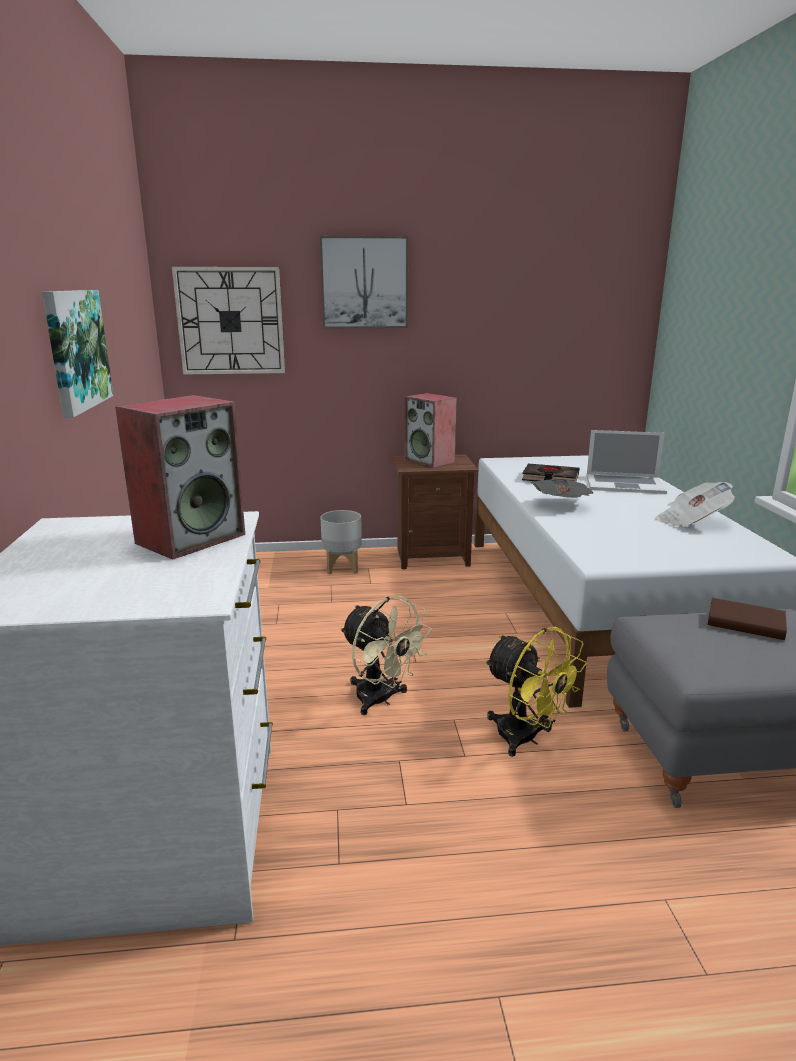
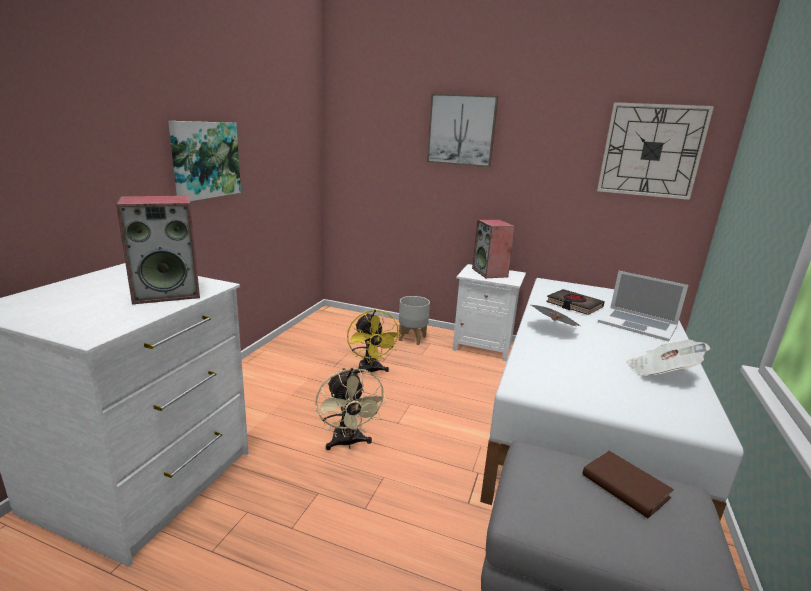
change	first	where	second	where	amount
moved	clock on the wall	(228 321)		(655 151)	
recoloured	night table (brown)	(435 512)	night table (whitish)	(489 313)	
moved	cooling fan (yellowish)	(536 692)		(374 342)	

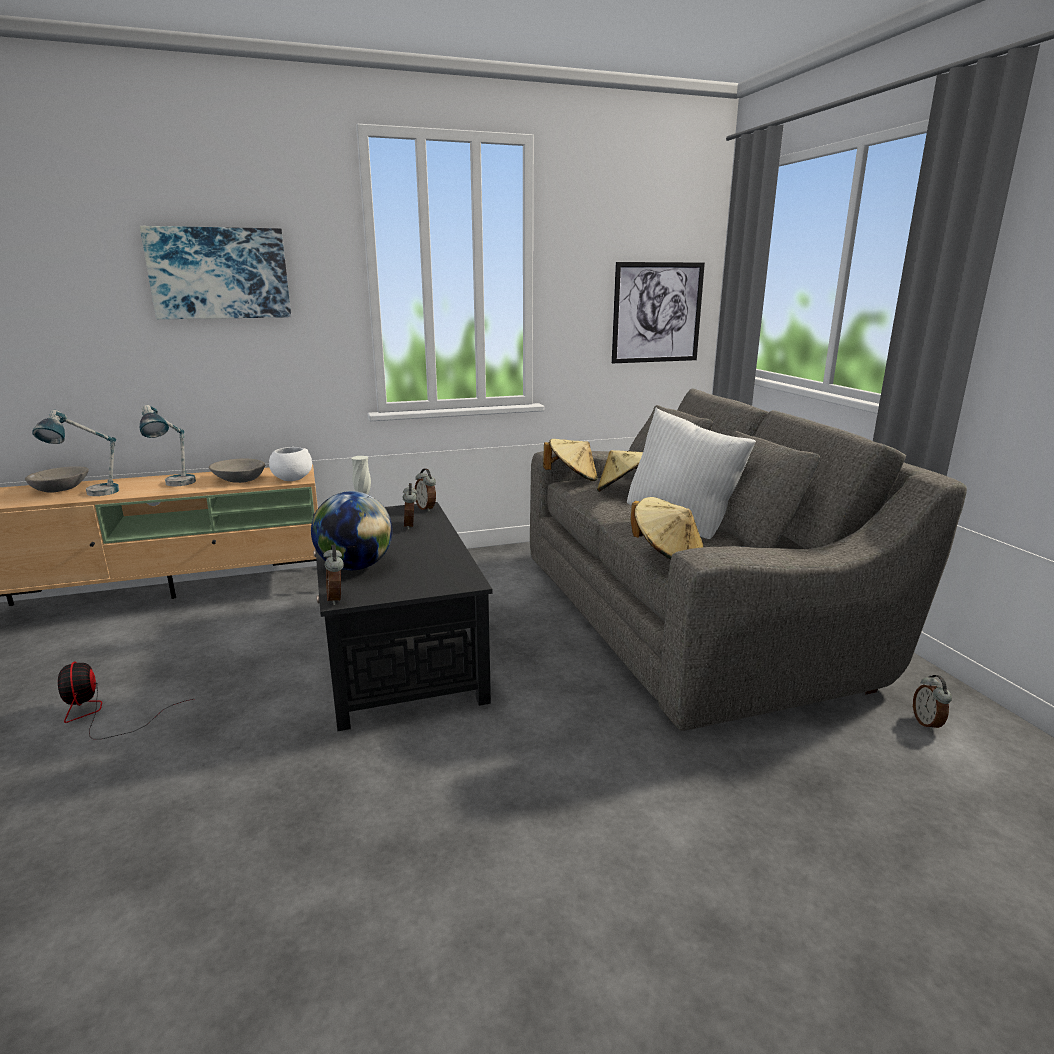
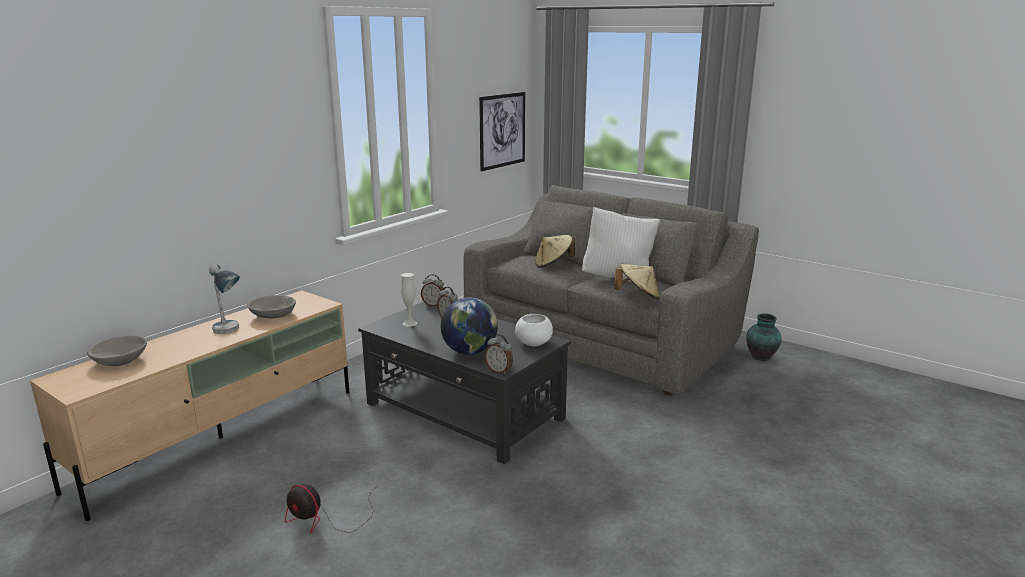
change	first	where	second	where	amount
removed	table lamp	(75 453)			
removed	wall art	(215 272)			
moved	serving bowl (whitish)	(290 464)		(534 330)	
removed	clothing hat (beige-coloured)	(570 460)			
replaced	alarm clock	(932 703)	decorative vase	(764 337)	

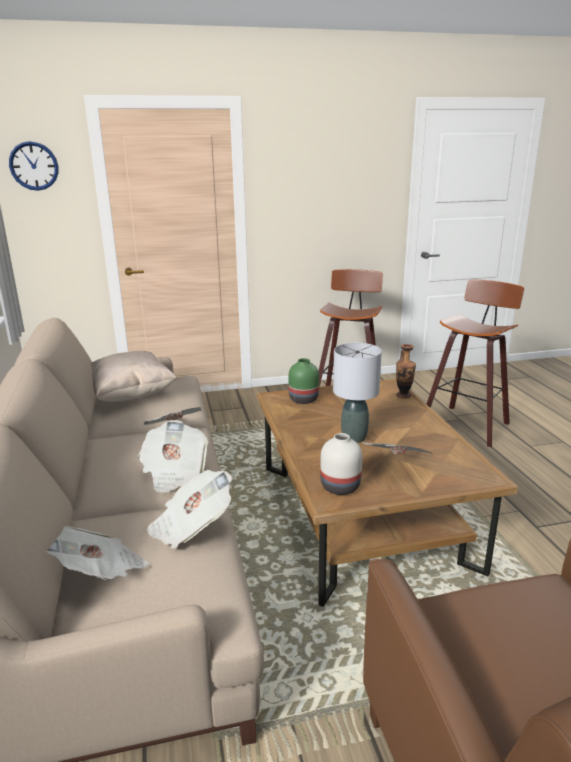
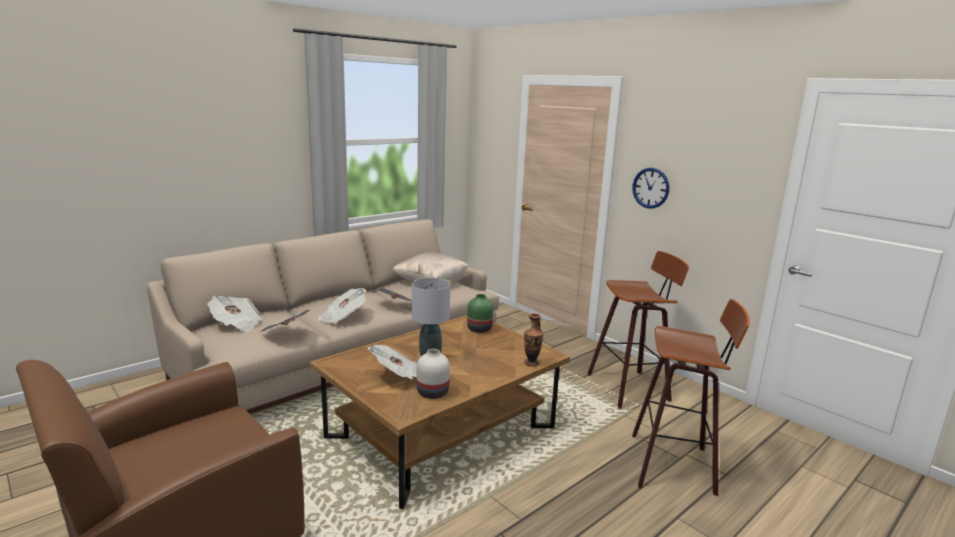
change	first	where	second	where	amount
moved	clock on the wall	(33 166)		(650 188)	
moved	decorative vase (whitish)	(341 464)		(433 374)	

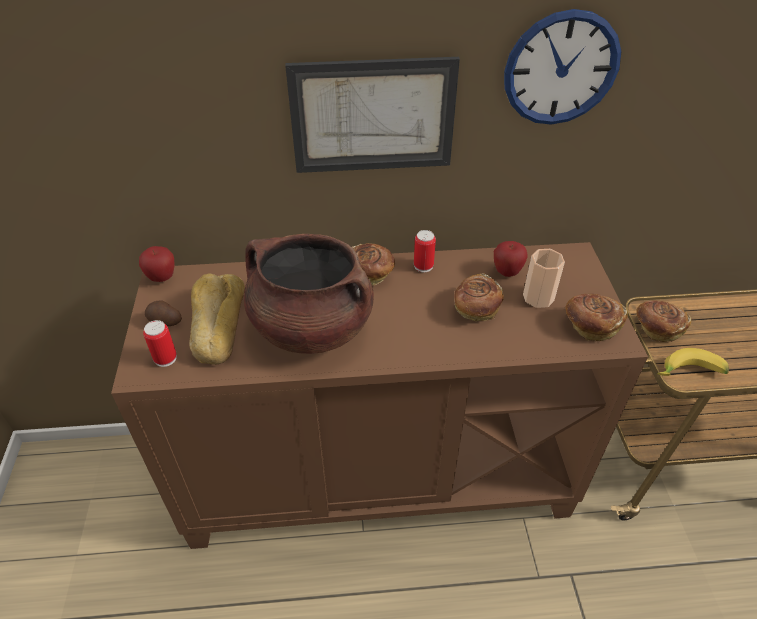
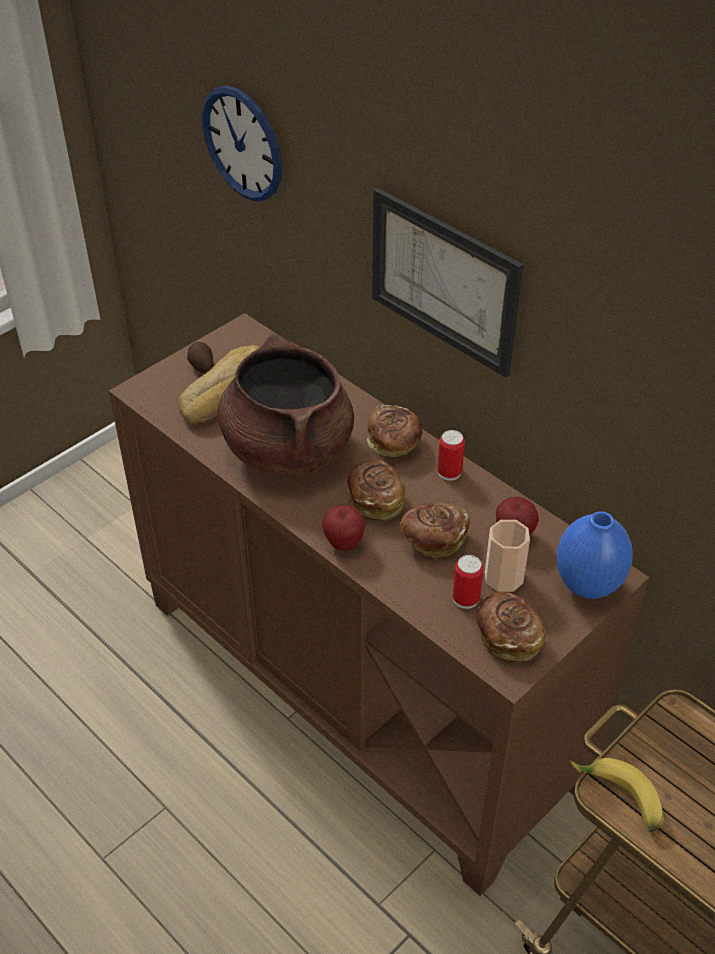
change	first	where	second	where	amount
moved	whole apple	(157 264)		(344 528)	
moved	sealed can	(160 343)		(468 582)	
moved	clock on the wall	(563 67)		(242 143)	
moved	bread	(663 321)		(376 490)	
added			decorative vase (blue)	(594 555)	

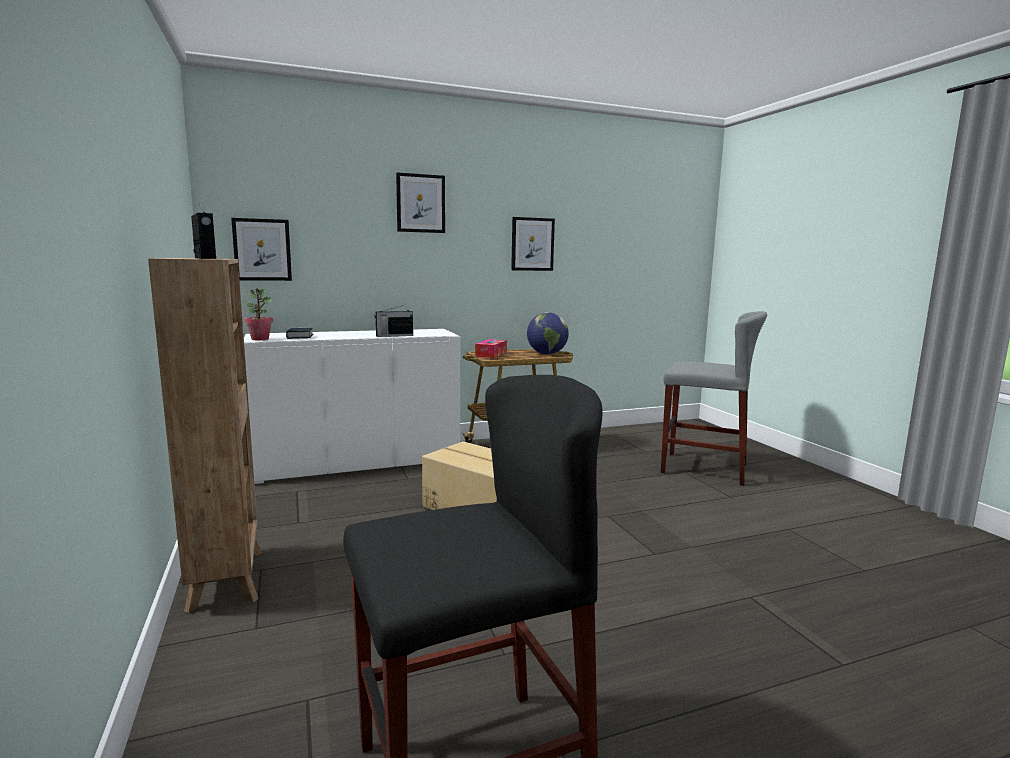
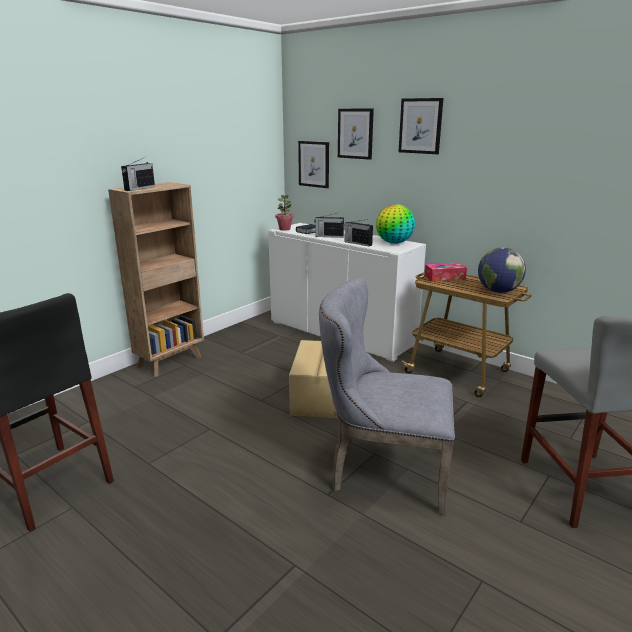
change	first	where	second	where	amount
moved	wall art	(533 244)		(356 134)	
added			radio set	(329 225)	
added			chair (greyish)	(387 396)	
added			desk globe	(395 224)	

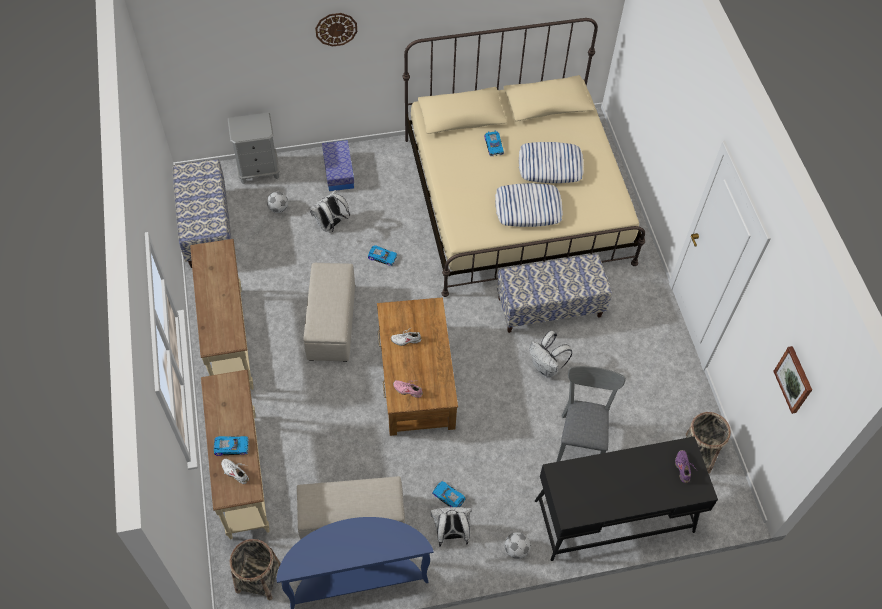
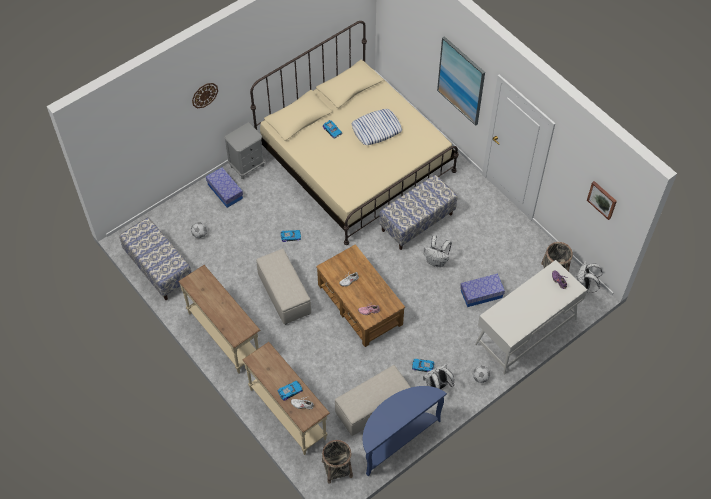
change	first	where	second	where	amount
moved	night table (greyish)	(254 148)		(244 150)	
moved	rucksack (whitish)	(330 211)		(589 277)	
removed	pillow	(529 205)			
recoloured	desk table (black-coloured)	(626 498)	desk table (whitish)	(531 317)	
replaced	chair (greyish)	(591 414)	storage container	(482 290)	
added			wall art	(461 81)	

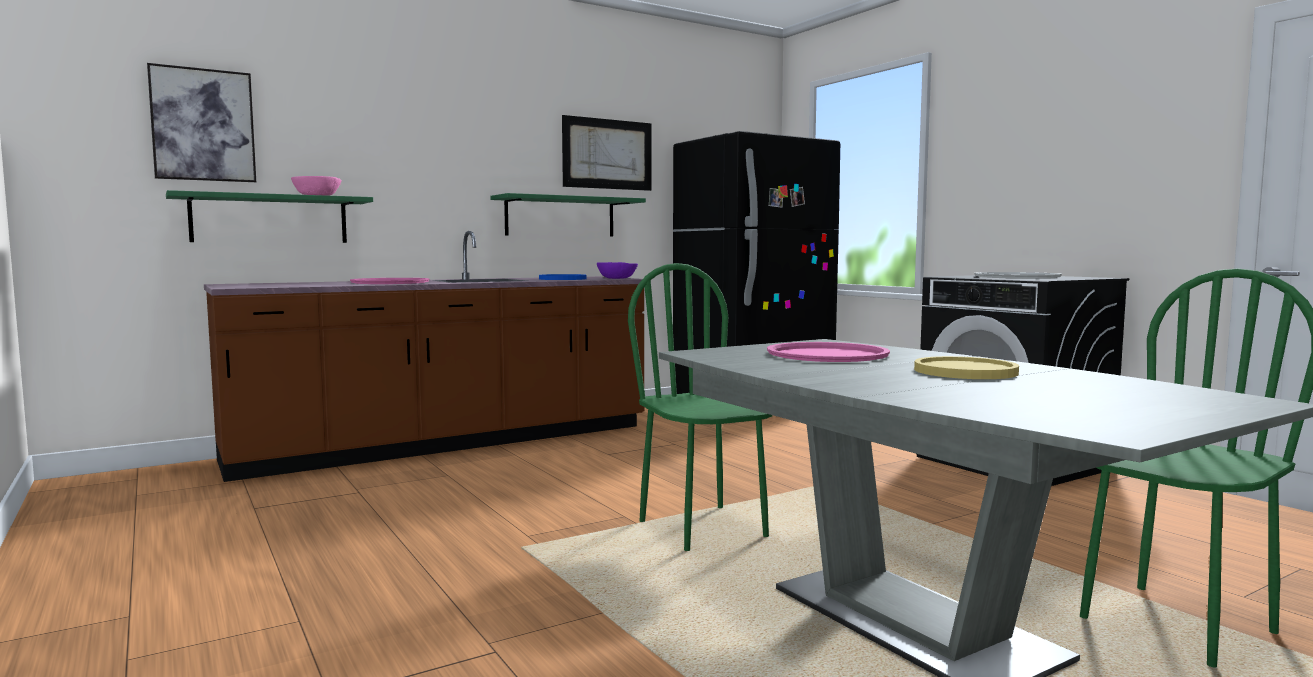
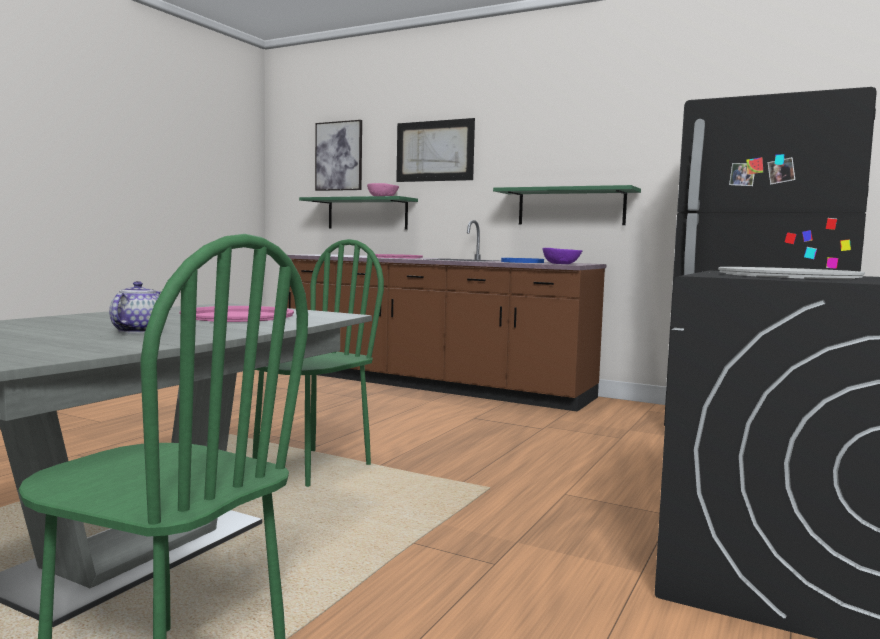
change	first	where	second	where	amount
moved	wall art	(607 153)		(435 150)	
replaced	plate (yellowish)	(966 367)	pot for tea	(135 307)	

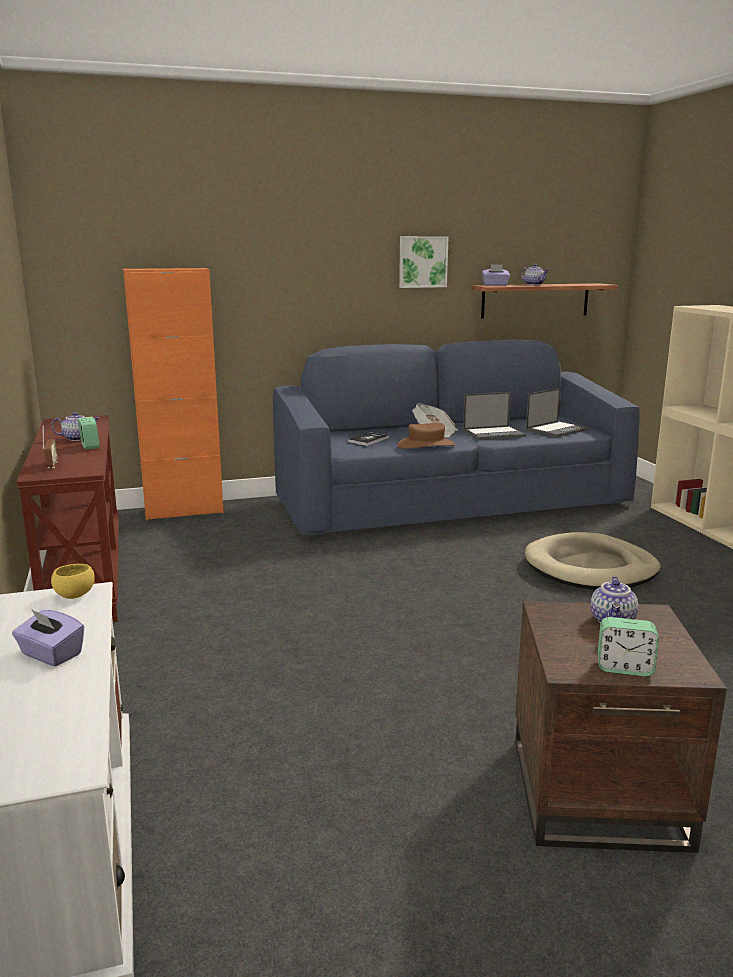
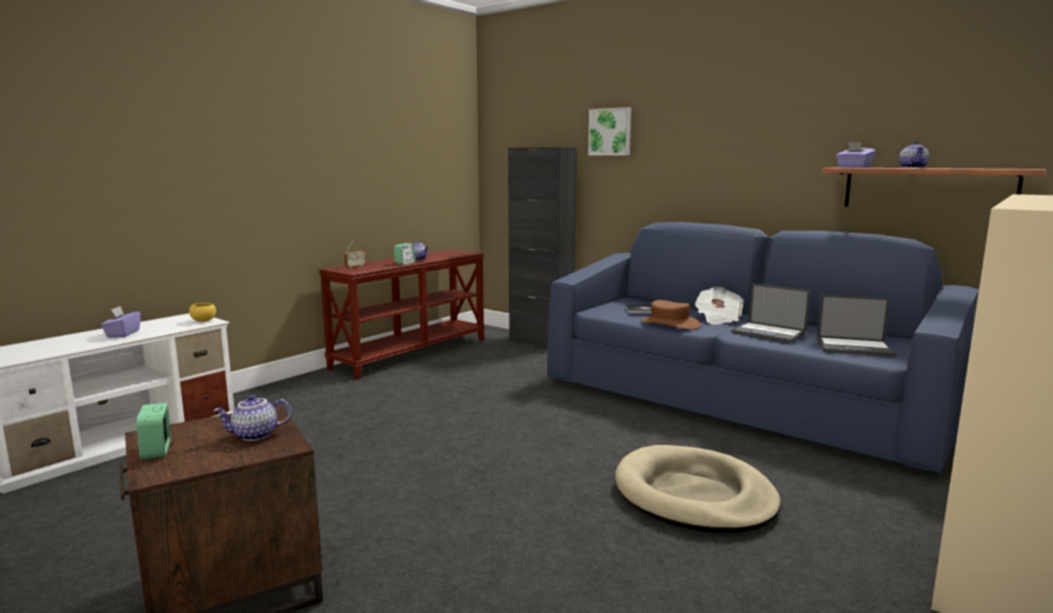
change	first	where	second	where	amount
recoloured	cabinet (orange-coloured)	(173 394)	cabinet (black-coloured)	(542 247)	
moved	wall art	(423 262)		(609 131)	

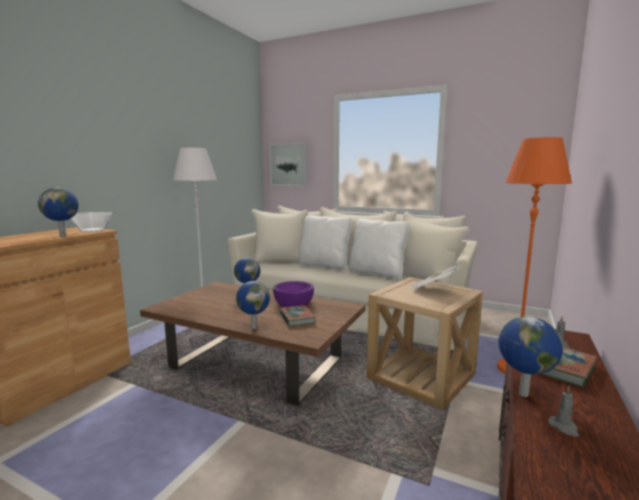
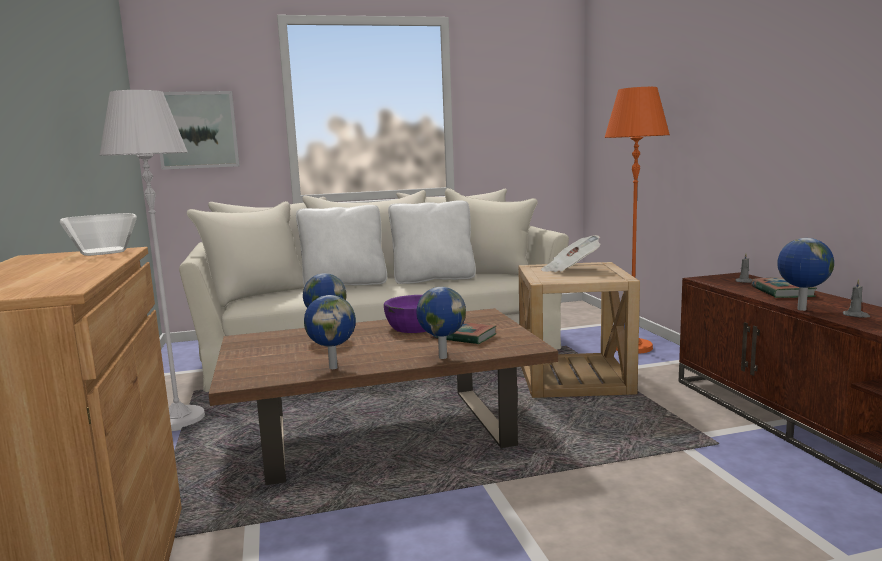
change	first	where	second	where	amount
moved	desk globe	(58 212)		(330 332)	

